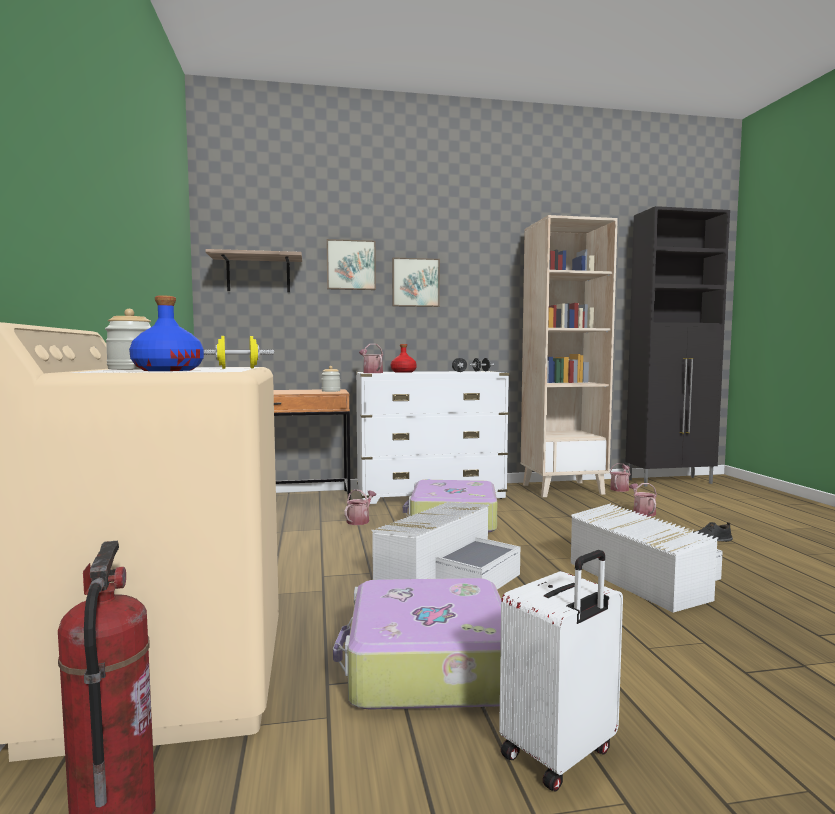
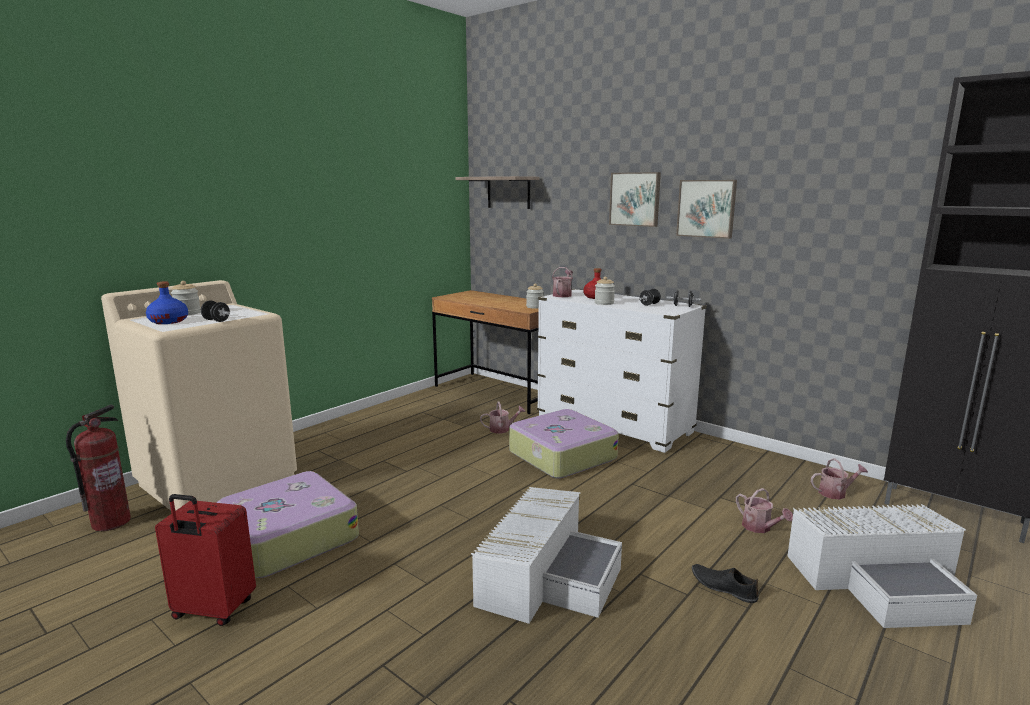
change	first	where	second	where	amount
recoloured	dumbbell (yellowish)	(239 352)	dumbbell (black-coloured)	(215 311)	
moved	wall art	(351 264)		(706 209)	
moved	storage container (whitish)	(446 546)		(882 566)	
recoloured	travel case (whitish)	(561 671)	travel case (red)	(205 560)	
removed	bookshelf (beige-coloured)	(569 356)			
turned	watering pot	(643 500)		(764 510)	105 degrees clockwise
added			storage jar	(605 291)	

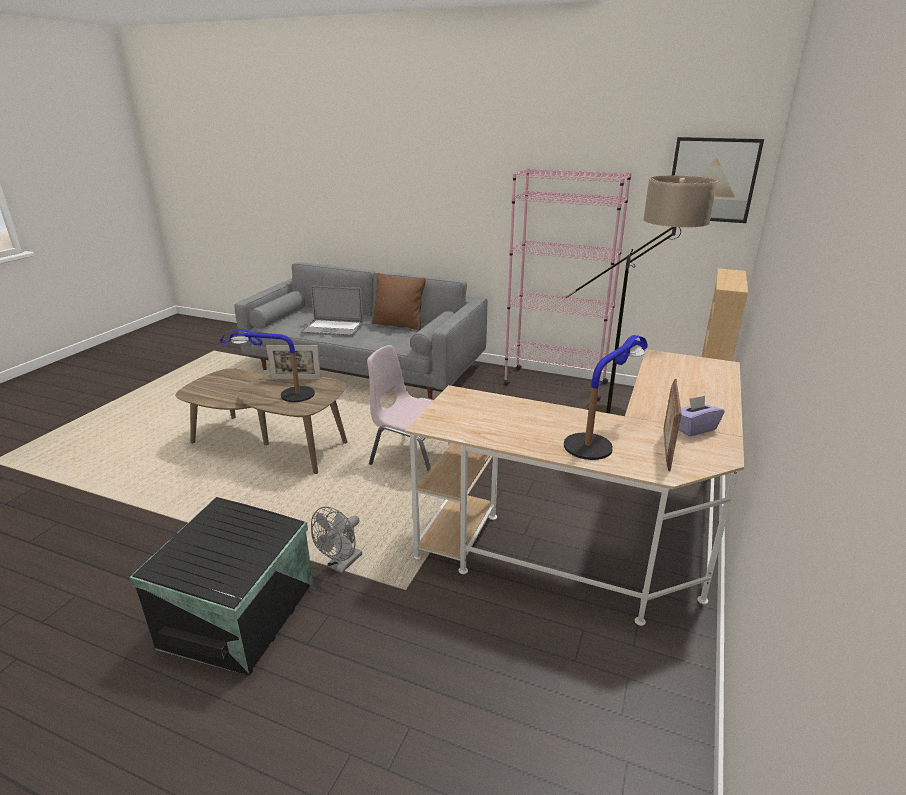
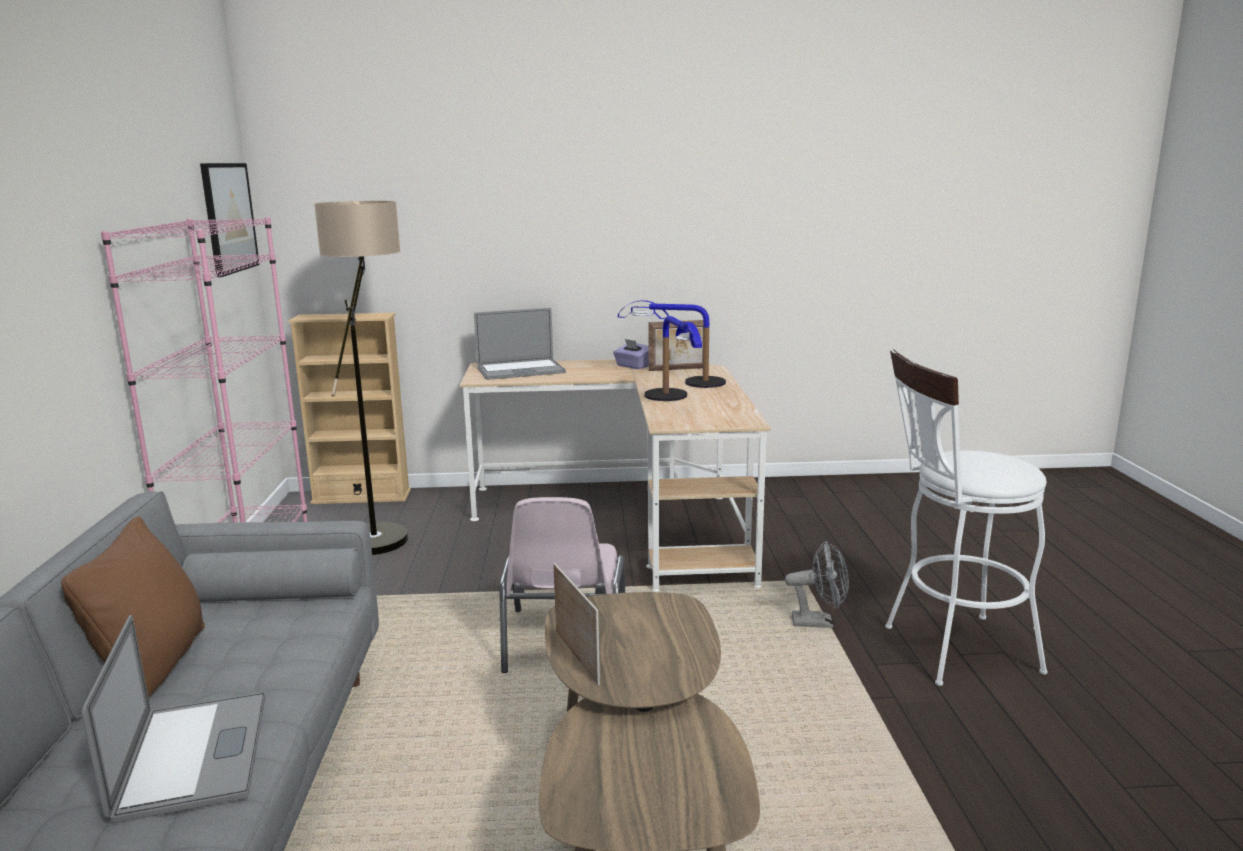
change	first	where	second	where	amount
replaced	storage container (black-coloured)	(221 586)	sitting stool (whitish)	(966 517)	
moved	table lamp	(267 365)		(673 358)	
added			laptop	(520 344)	

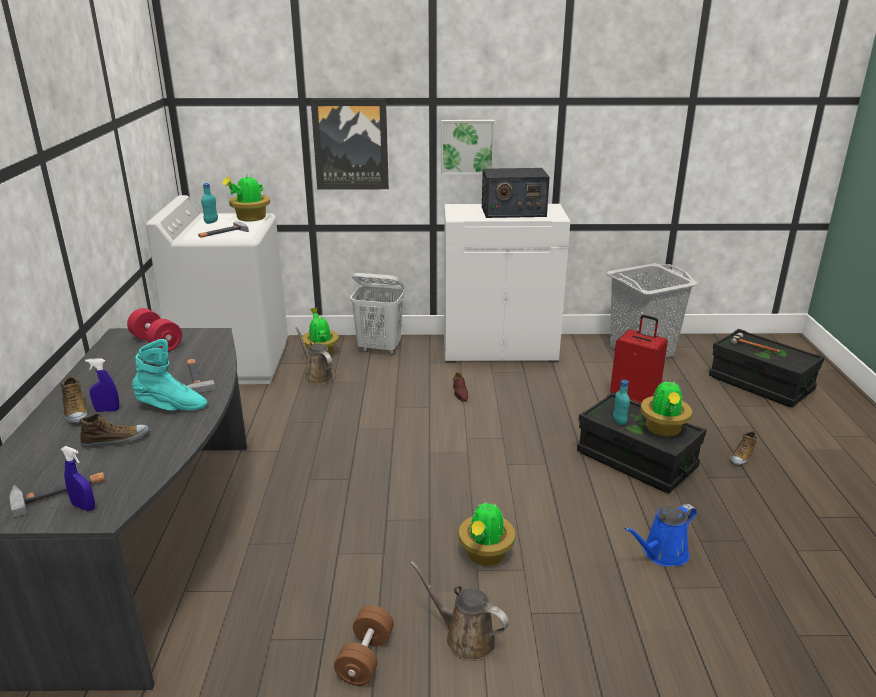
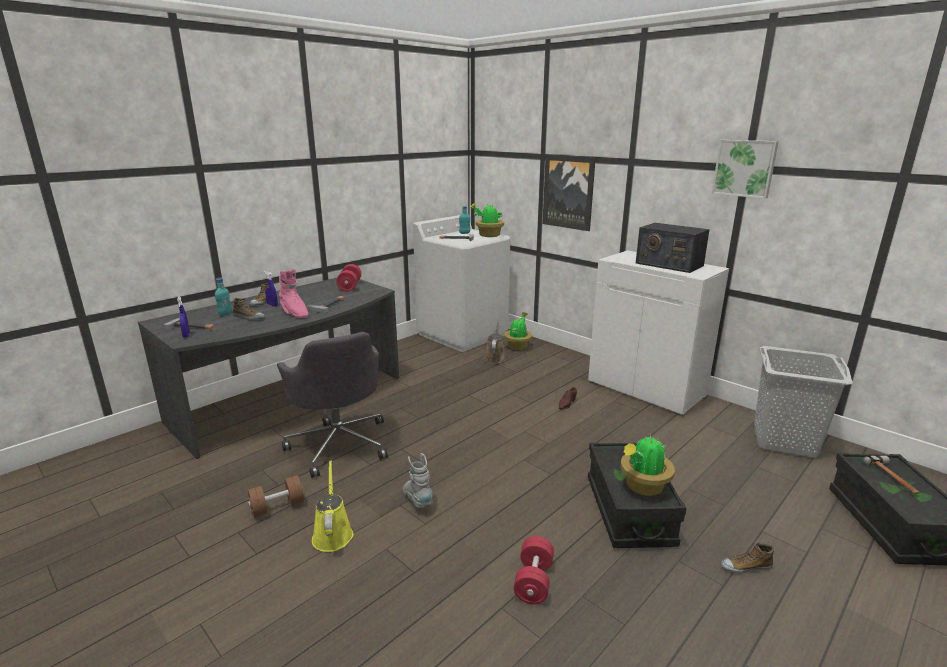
change	first	where	second	where	amount
recoloured	boot (turquoise-coloured)	(169 375)	boot (pink)	(294 293)	
removed	washing basket (whitish)	(377 314)			
recoloured	watering pot (brown)	(459 611)	watering pot (yellowish)	(332 506)	
moved	wall art	(468 147)		(745 169)	
replaced	potted plant	(486 532)	boot (greyish)	(418 480)	
removed	travel case (red)	(639 359)			
moved	bottle (turquoise-coloured)	(621 402)		(223 297)	
replaced	watering pot (blue)	(661 535)	dumbbell (red)	(534 570)	
added			office chair (greyish)	(332 405)	

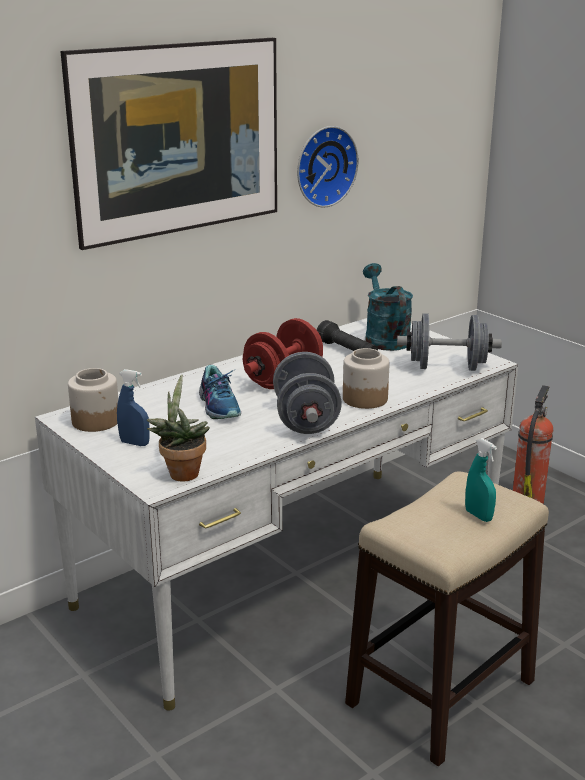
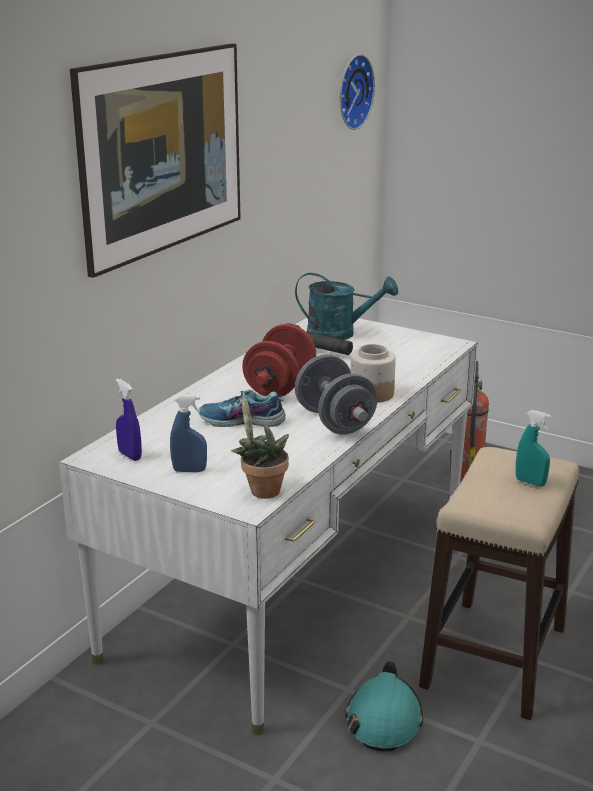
change	first	where	second	where	amount
replaced	storage jar	(93 400)	sprayer (blue)	(129 419)	
turned	item of footwear	(220 392)		(242 408)	135 degrees clockwise
moved	clock on the wall	(327 166)		(357 92)	
turned	watering pot (turquoise-coloured)	(388 307)		(346 306)	135 degrees clockwise
removed	dumbbell (greyish)	(449 342)			
added			safety helmet (turquoise-coloured)	(384 706)	

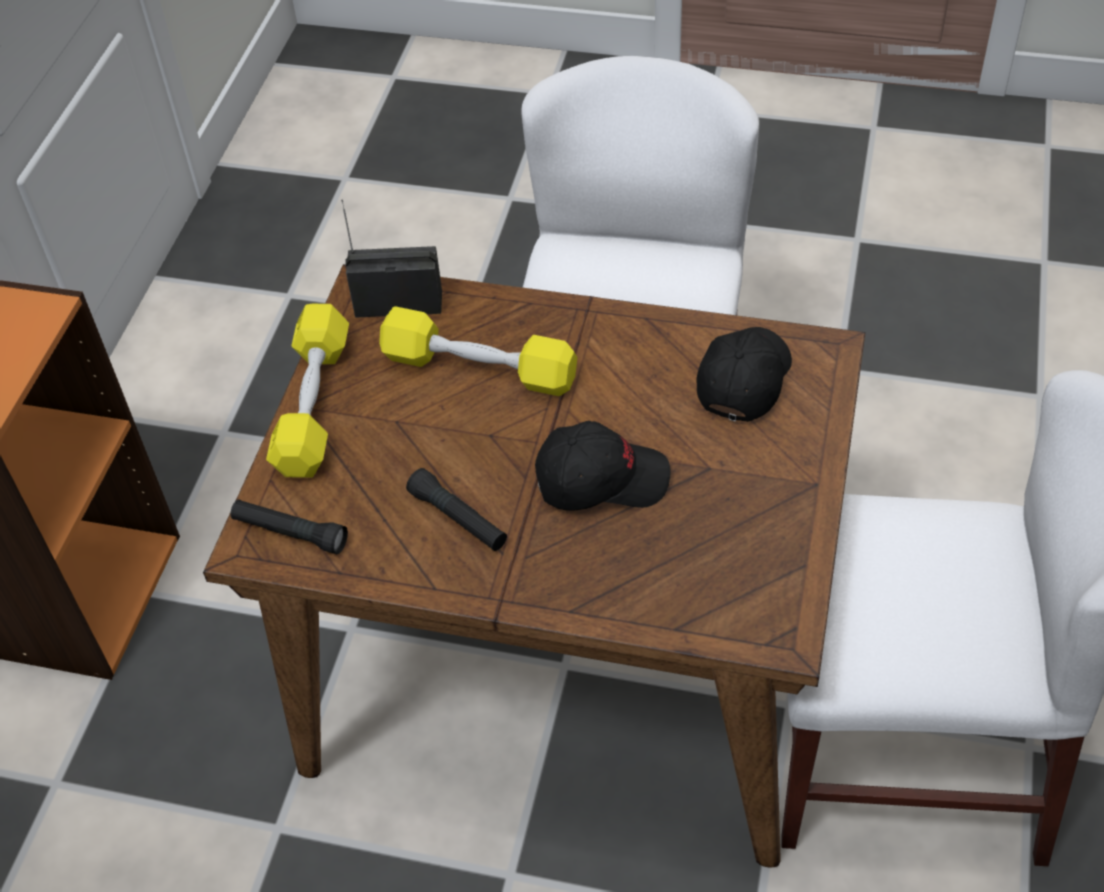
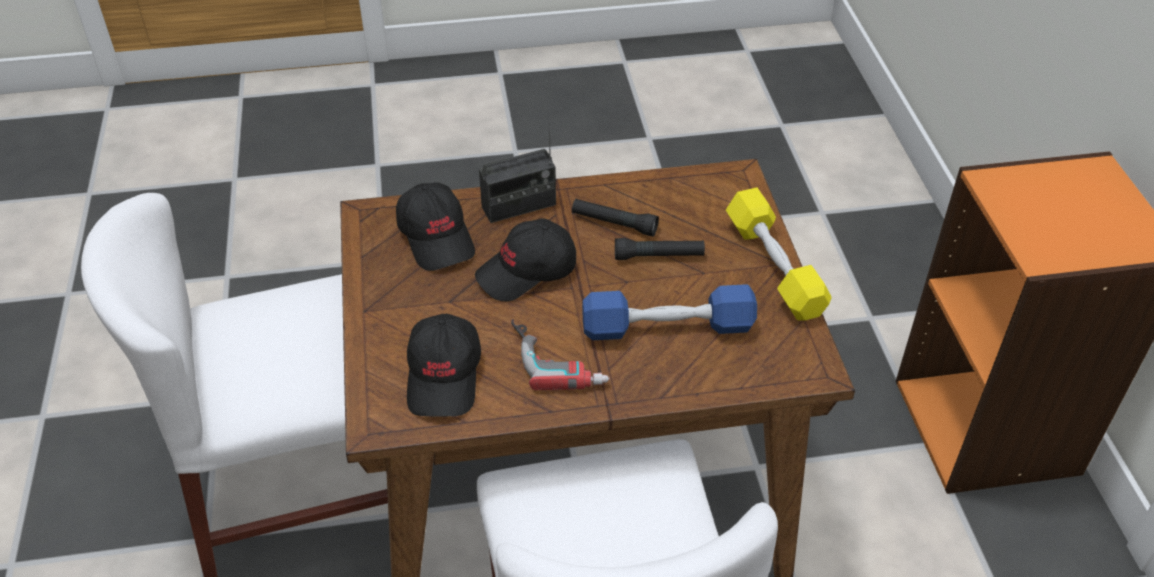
change	first	where	second	where	amount
moved	torch (black-coloured)	(289 526)		(660 249)	
moved	radio set	(391 259)		(517 171)	
recoloured	dumbbell (yellowish)	(478 351)	dumbbell (blue)	(669 312)	
added			peaked cap (black-coloured)	(435 226)	
added			electric drill	(560 354)	

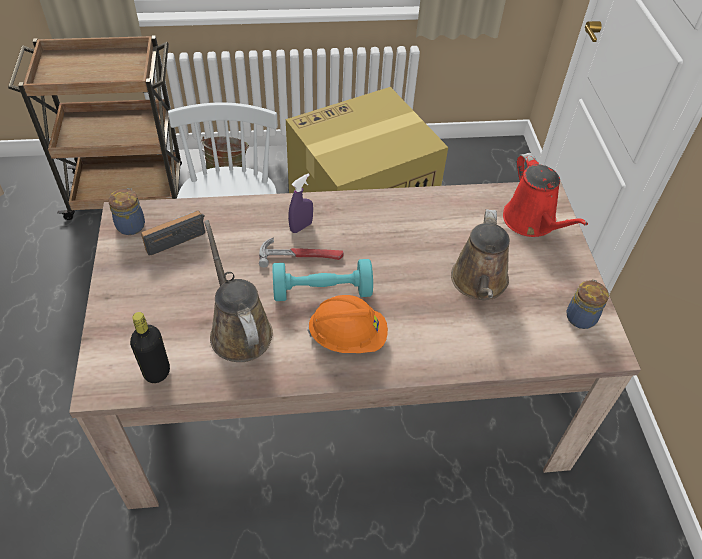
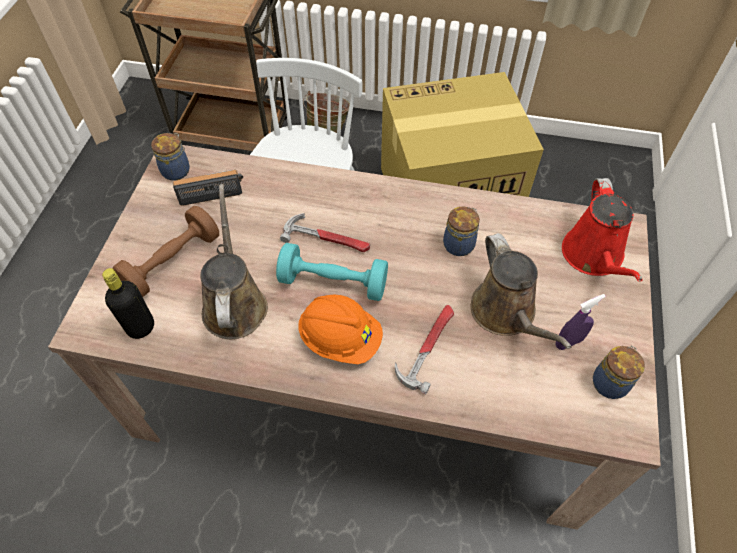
change	first	where	second	where	amount
moved	sprayer (purple-coloured)	(300 203)		(581 322)	
turned	watering pot (brown)	(480 254)		(521 291)	45 degrees counterclockwise
added			dumbbell (brown)	(166 251)	
added			hand hammer	(424 349)	
added			storage jar	(461 231)	

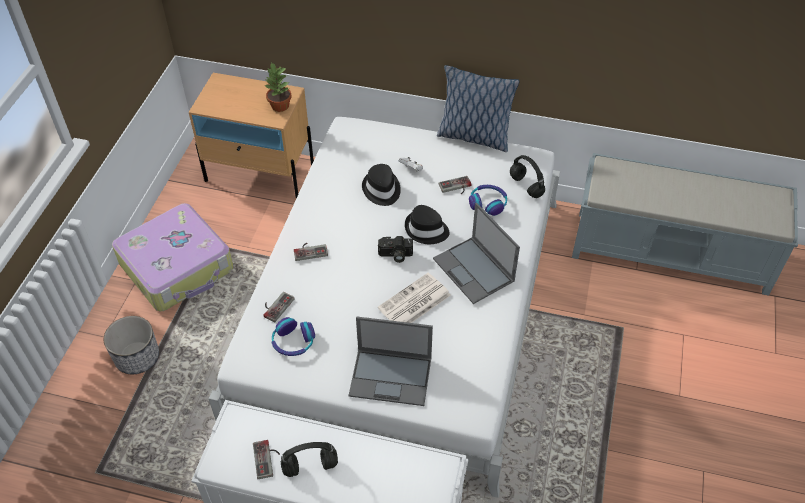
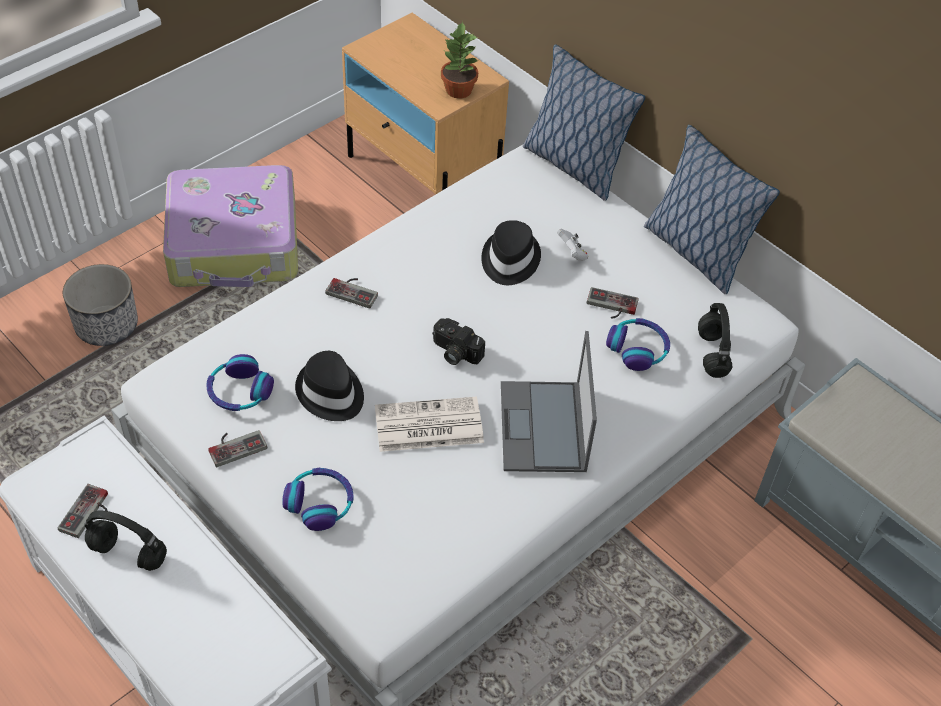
change	first	where	second	where	amount
moved	game controller	(279 307)		(237 448)	
replaced	laptop	(391 361)	pair of headphones	(318 499)	
moved	clothing hat (black-coloured)	(427 224)		(329 386)	
added			pillow	(584 123)	

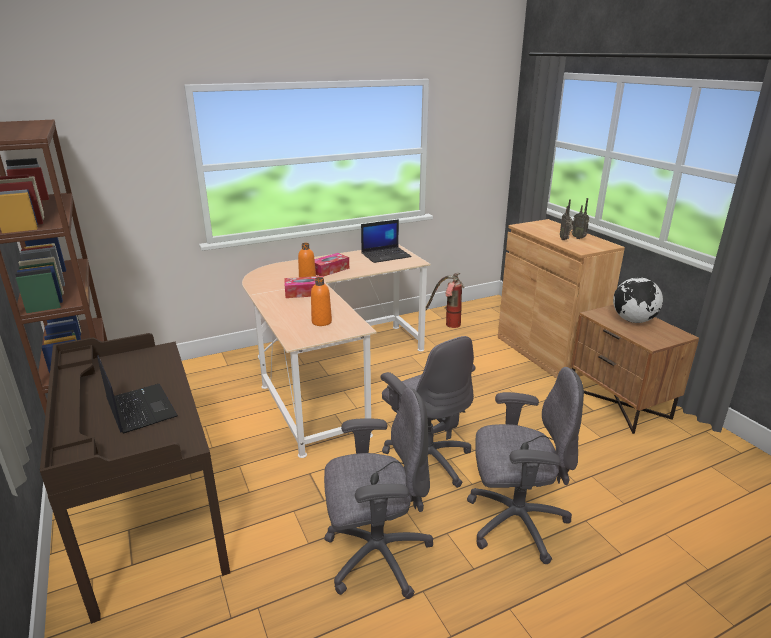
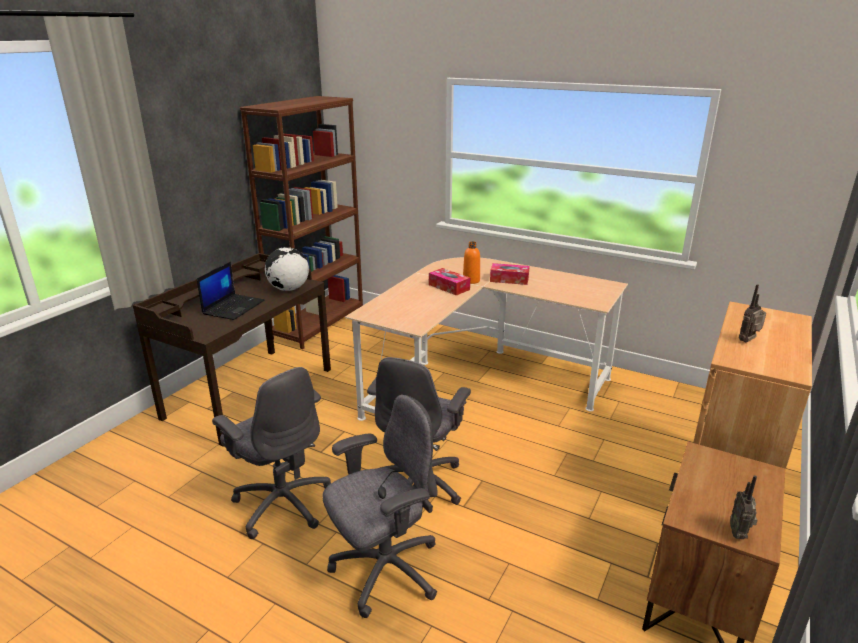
change	first	where	second	where	amount
removed	bottle (orange-coloured)	(321 301)			
removed	laptop	(386 241)			
removed	extinguisher	(445 300)			
turned	office chair (greyish)	(525 465)		(380 506)	90 degrees counterclockwise
moved	radio set	(580 218)		(744 507)	
moved	desk globe	(638 300)		(287 269)	

